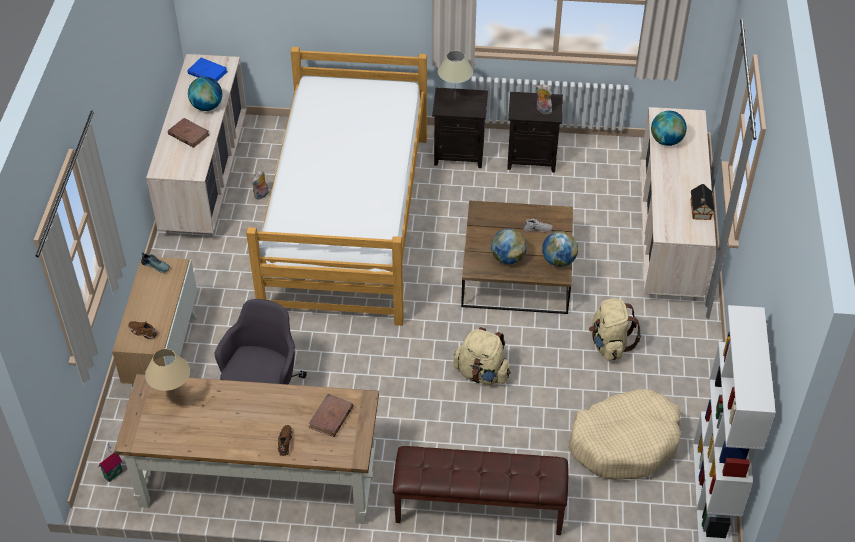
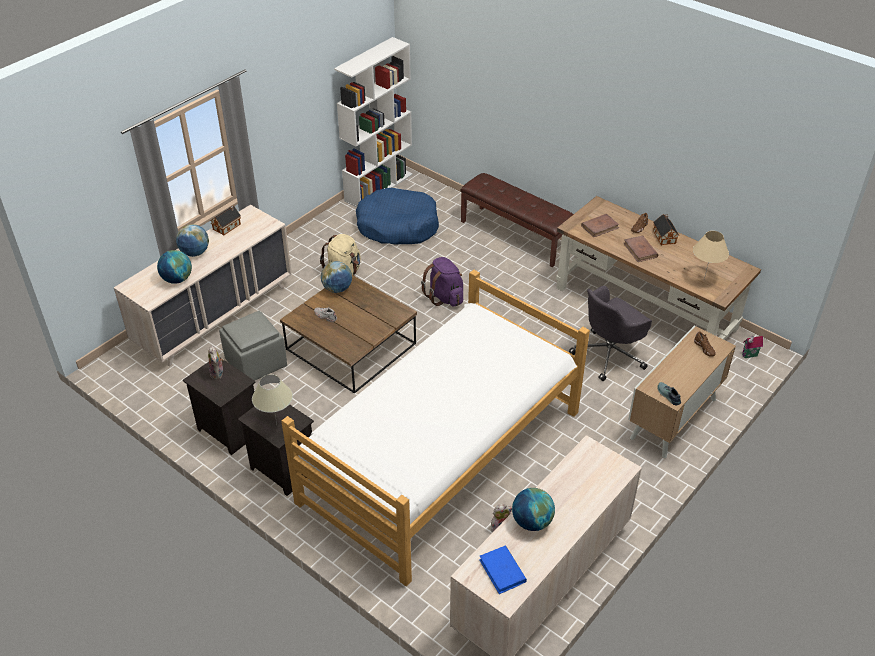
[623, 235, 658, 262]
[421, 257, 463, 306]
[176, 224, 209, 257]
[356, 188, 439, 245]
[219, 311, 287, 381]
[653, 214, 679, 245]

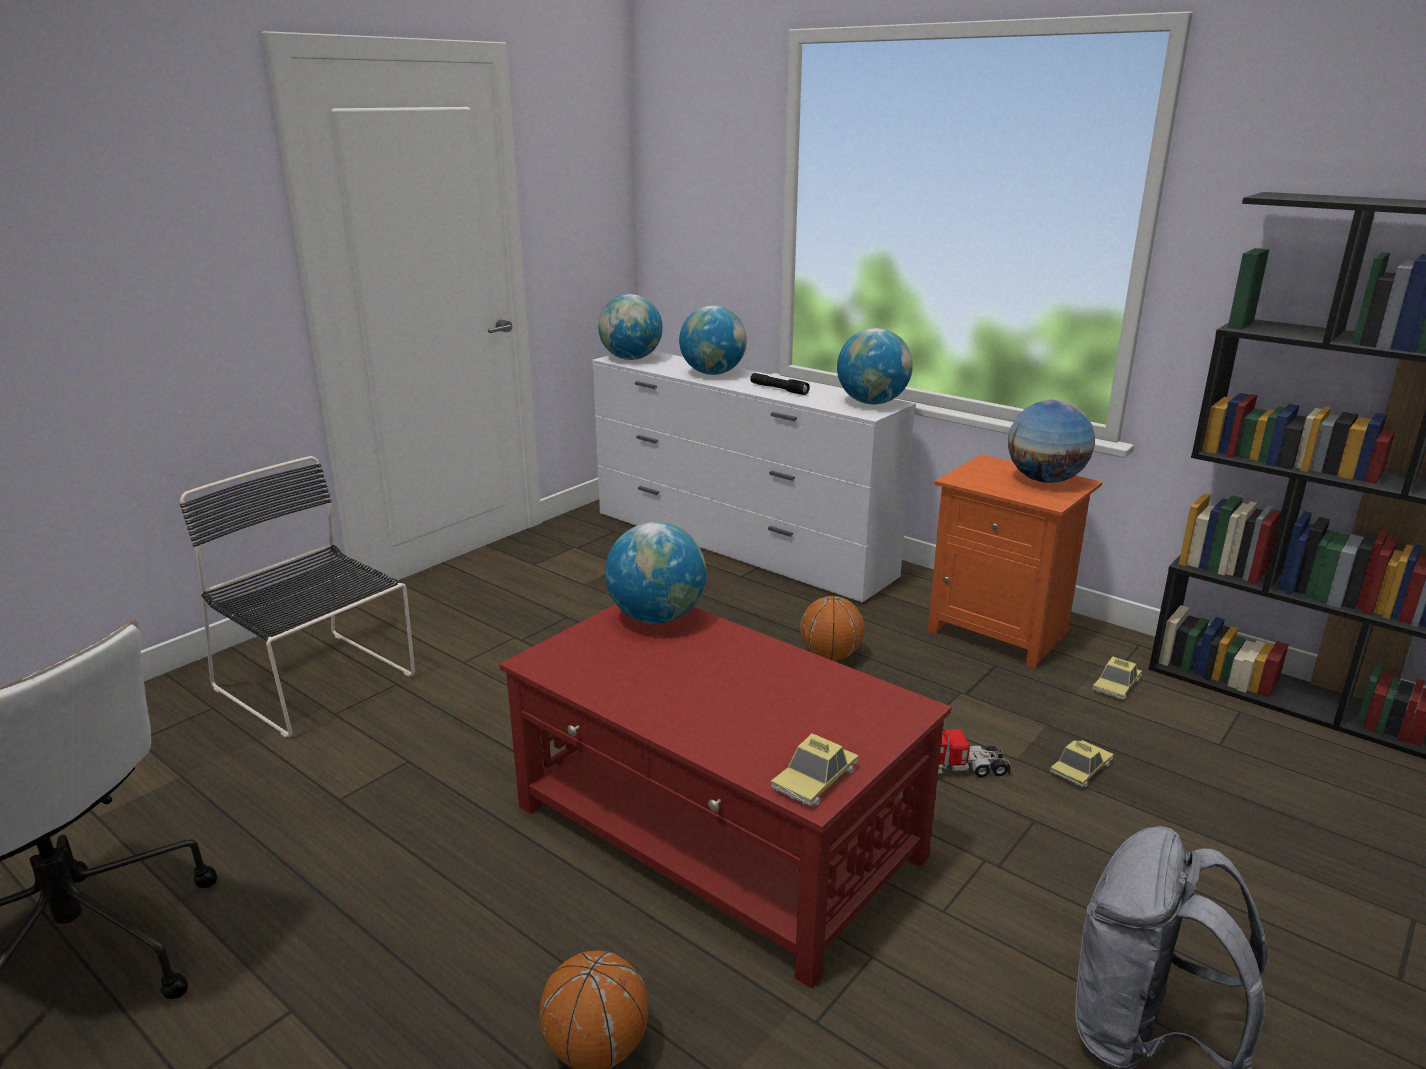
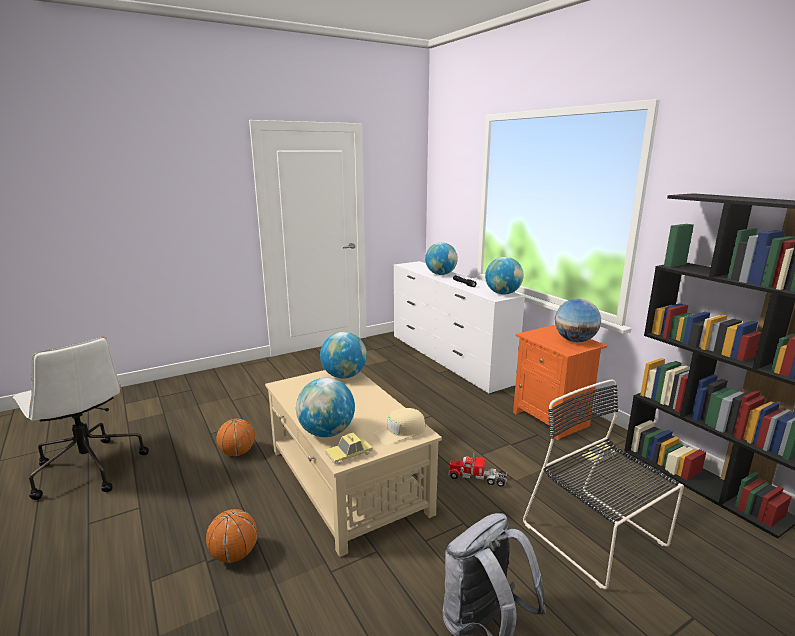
[523, 379, 684, 589]
[265, 370, 442, 557]
[296, 378, 355, 437]
[216, 419, 255, 456]
[1050, 740, 1114, 787] (first image)
[374, 408, 426, 445]

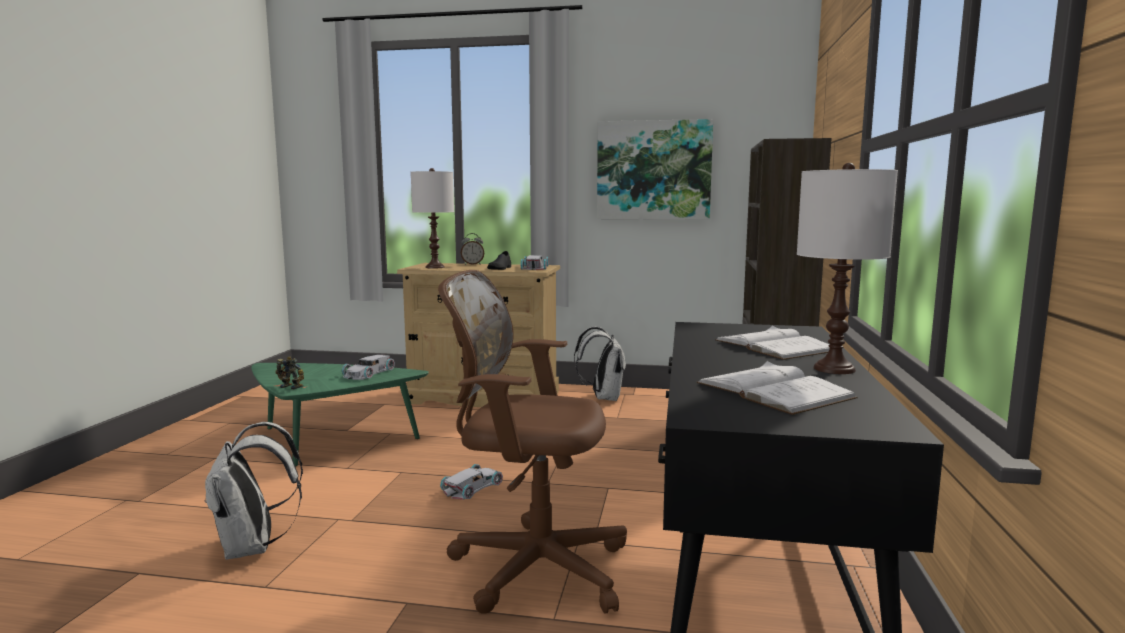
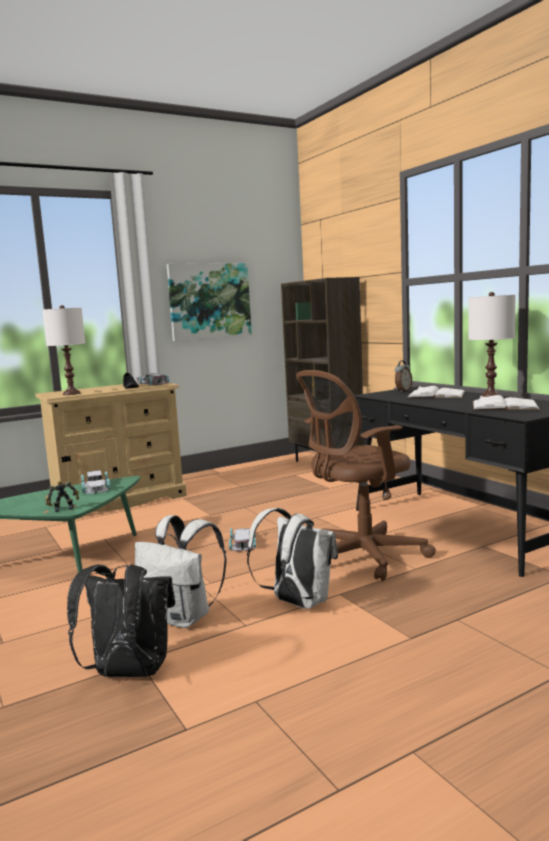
[395, 360, 412, 392]
[247, 508, 338, 609]
[67, 564, 175, 677]

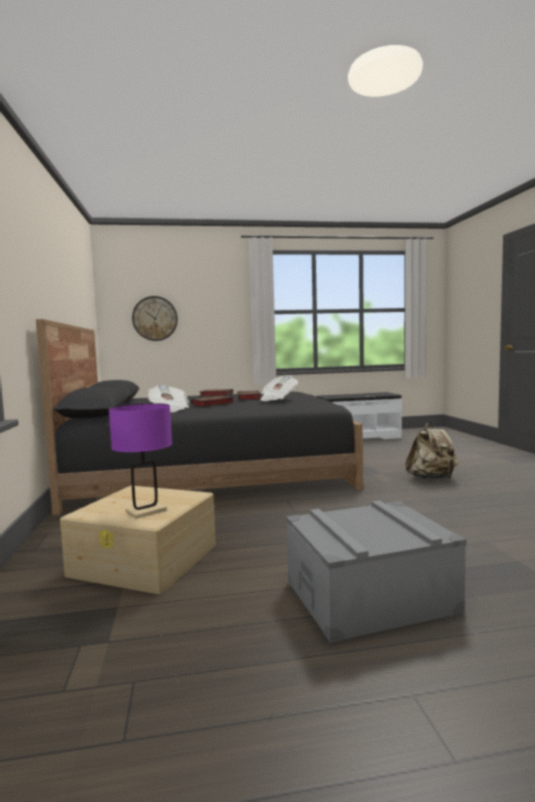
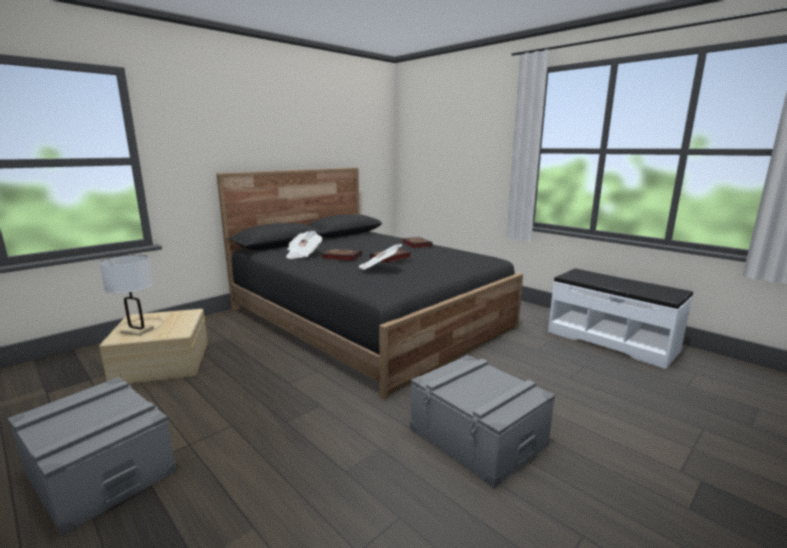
[99, 255, 154, 336]
[132, 296, 178, 341] (first image)
[410, 355, 555, 489]

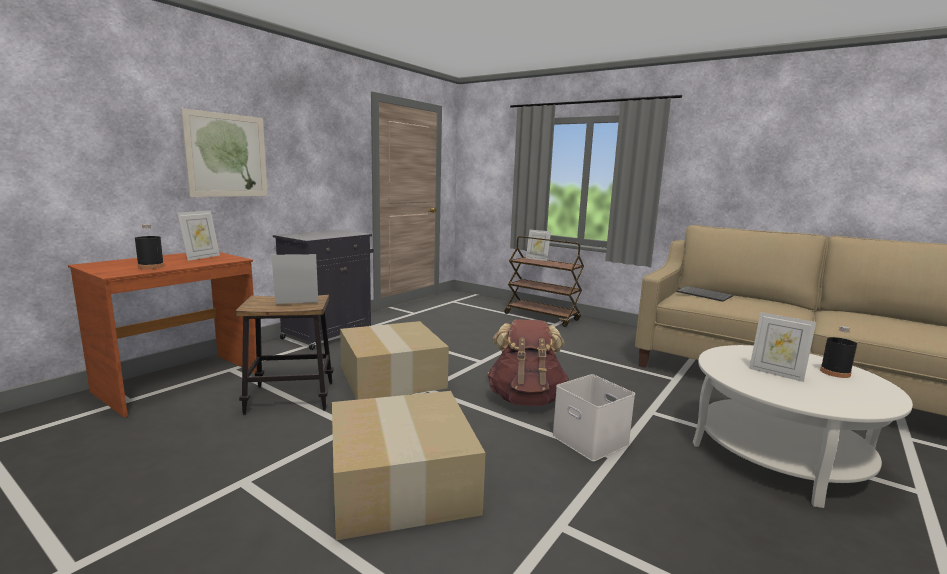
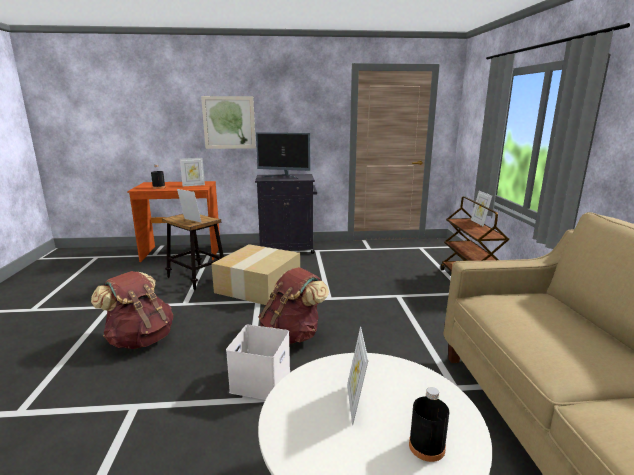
[91, 271, 173, 349]
[676, 286, 733, 302] (first image)
[256, 132, 310, 179]

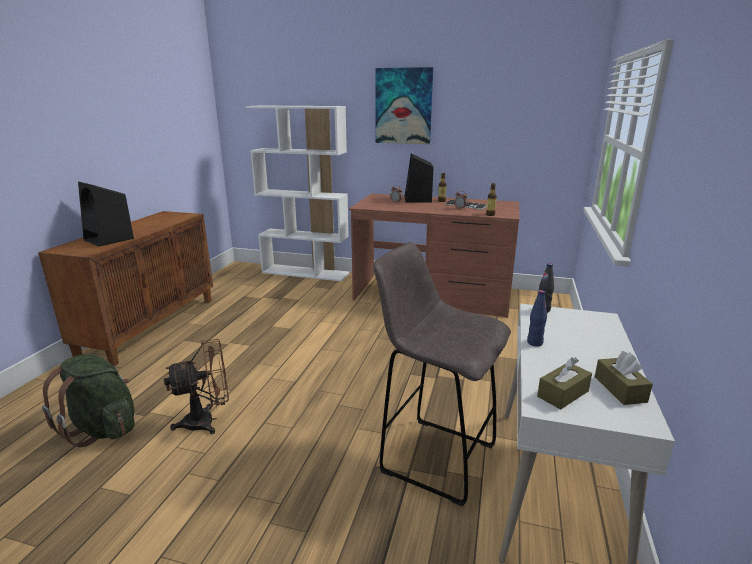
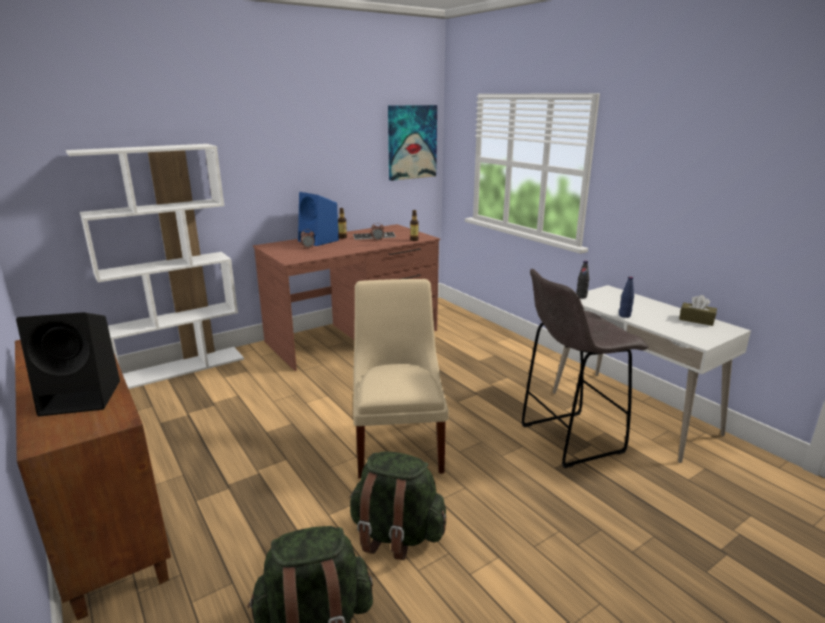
[349, 451, 446, 560]
[388, 105, 437, 181]
[298, 192, 339, 246]
[537, 358, 592, 409] (first image)
[353, 279, 448, 479]

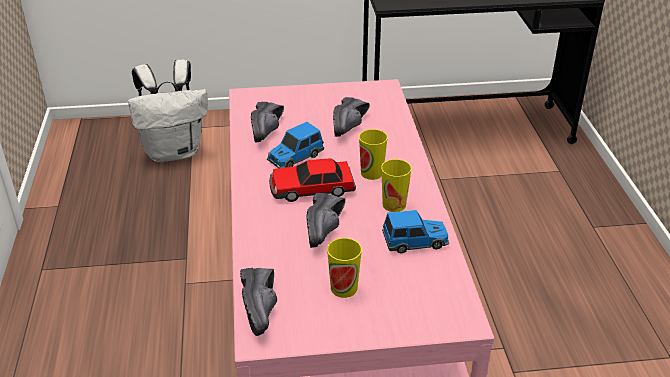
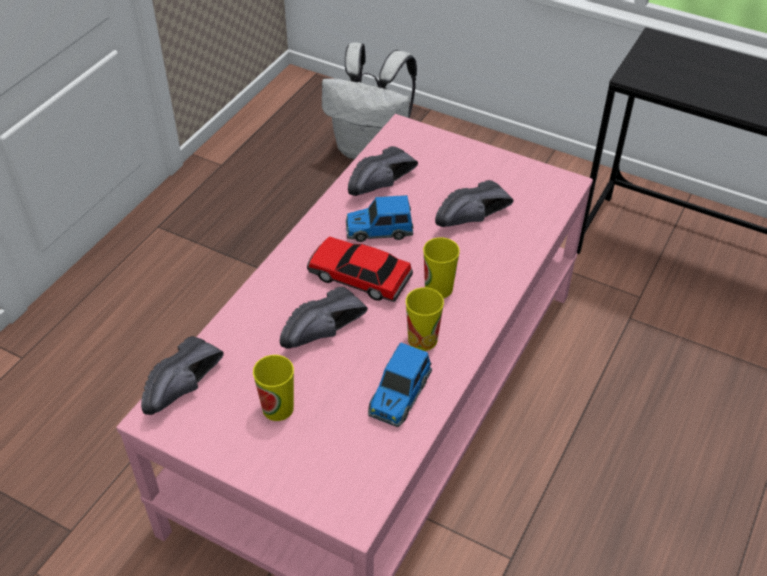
[368, 343, 432, 427]

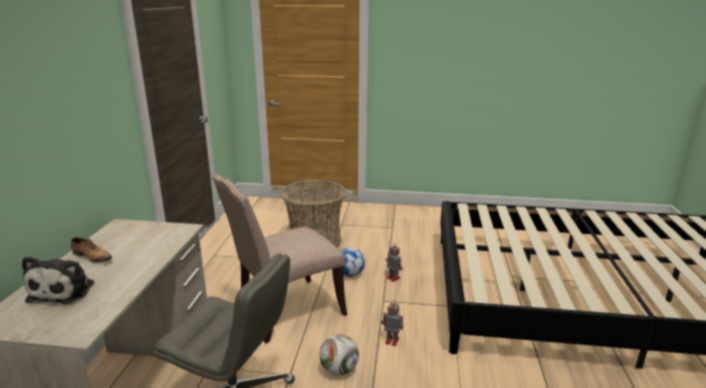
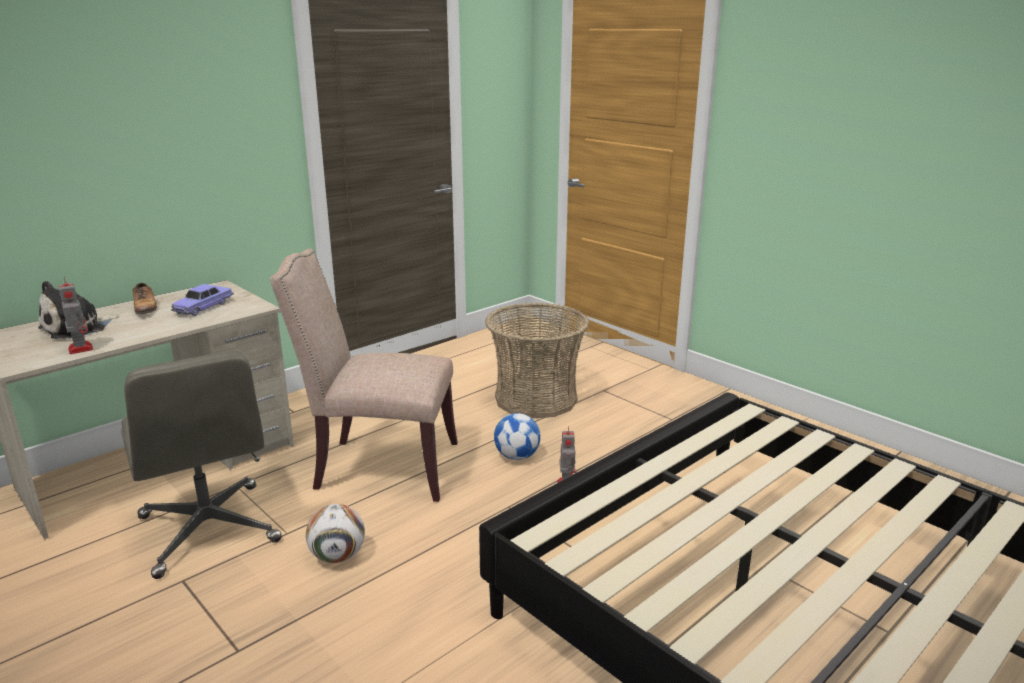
[58, 277, 93, 354]
[171, 284, 234, 316]

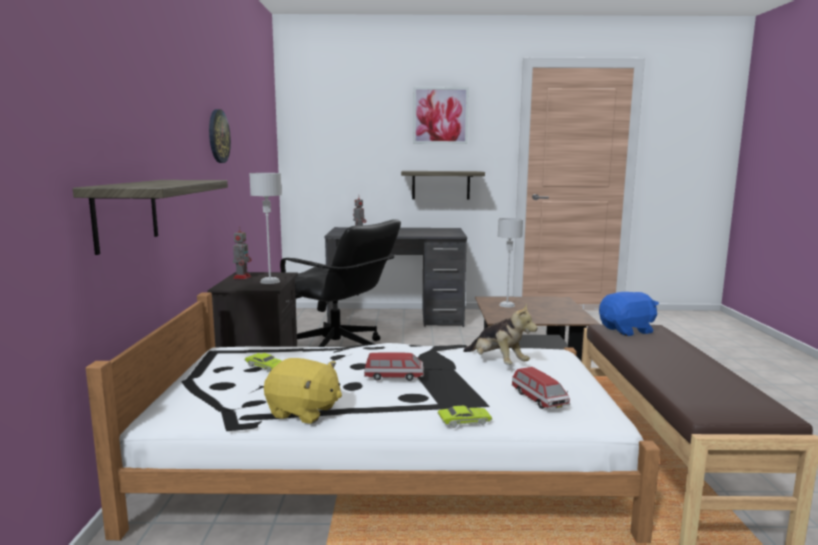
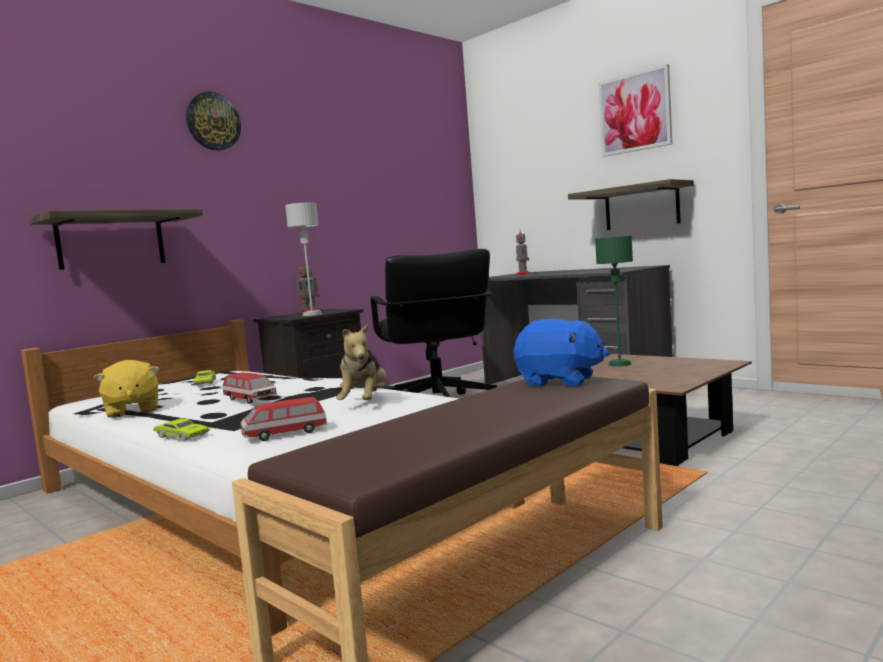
[186, 92, 241, 151]
[595, 236, 633, 367]
[241, 397, 327, 441]

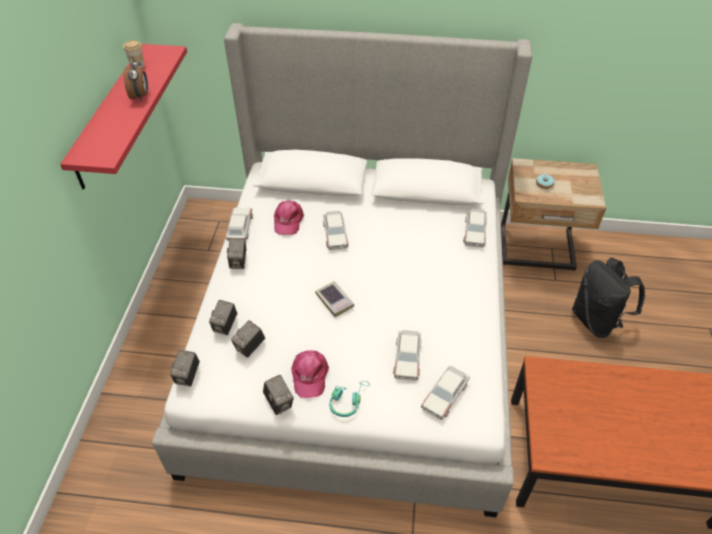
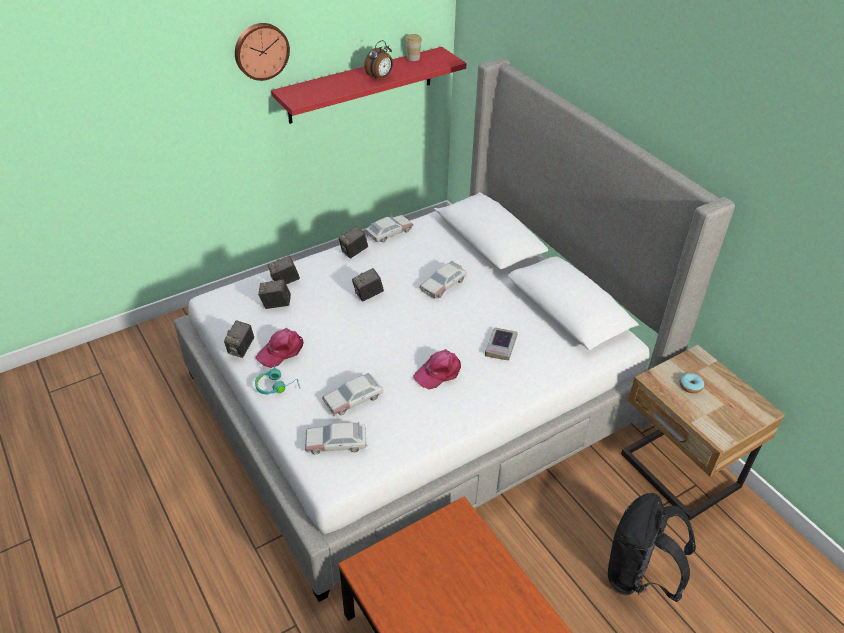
[352, 268, 384, 302]
[413, 349, 461, 389]
[485, 327, 518, 360]
[463, 208, 487, 248] (first image)
[235, 23, 290, 81]

